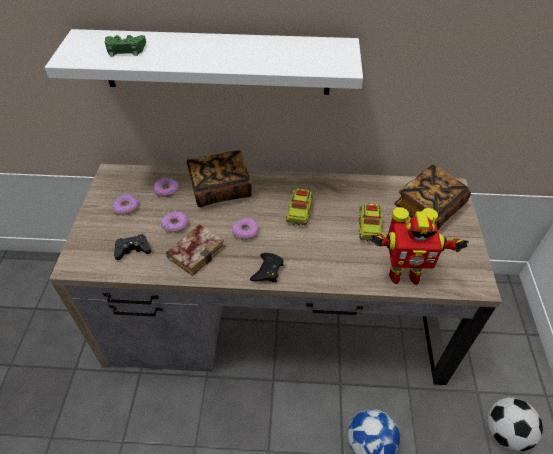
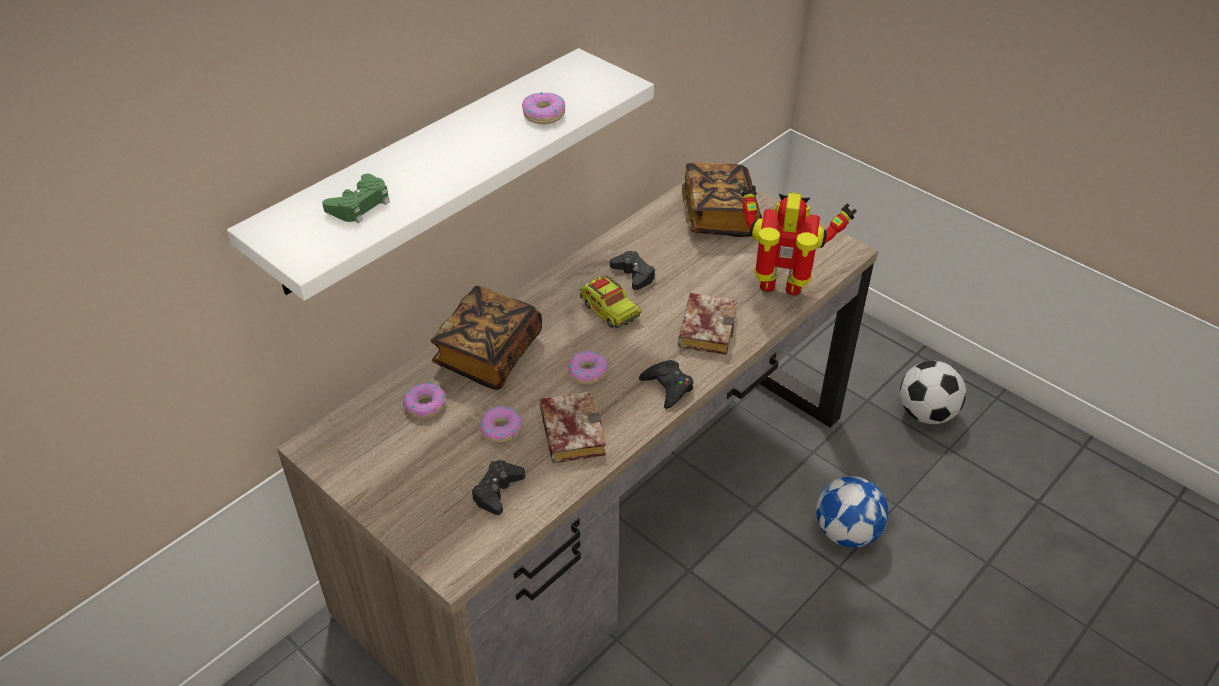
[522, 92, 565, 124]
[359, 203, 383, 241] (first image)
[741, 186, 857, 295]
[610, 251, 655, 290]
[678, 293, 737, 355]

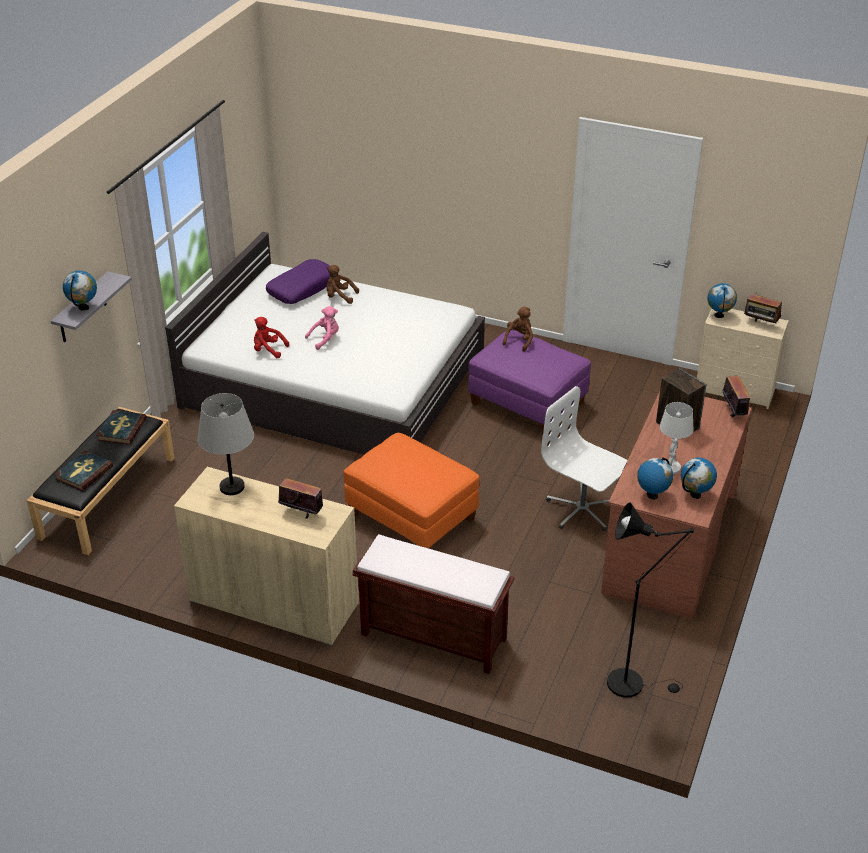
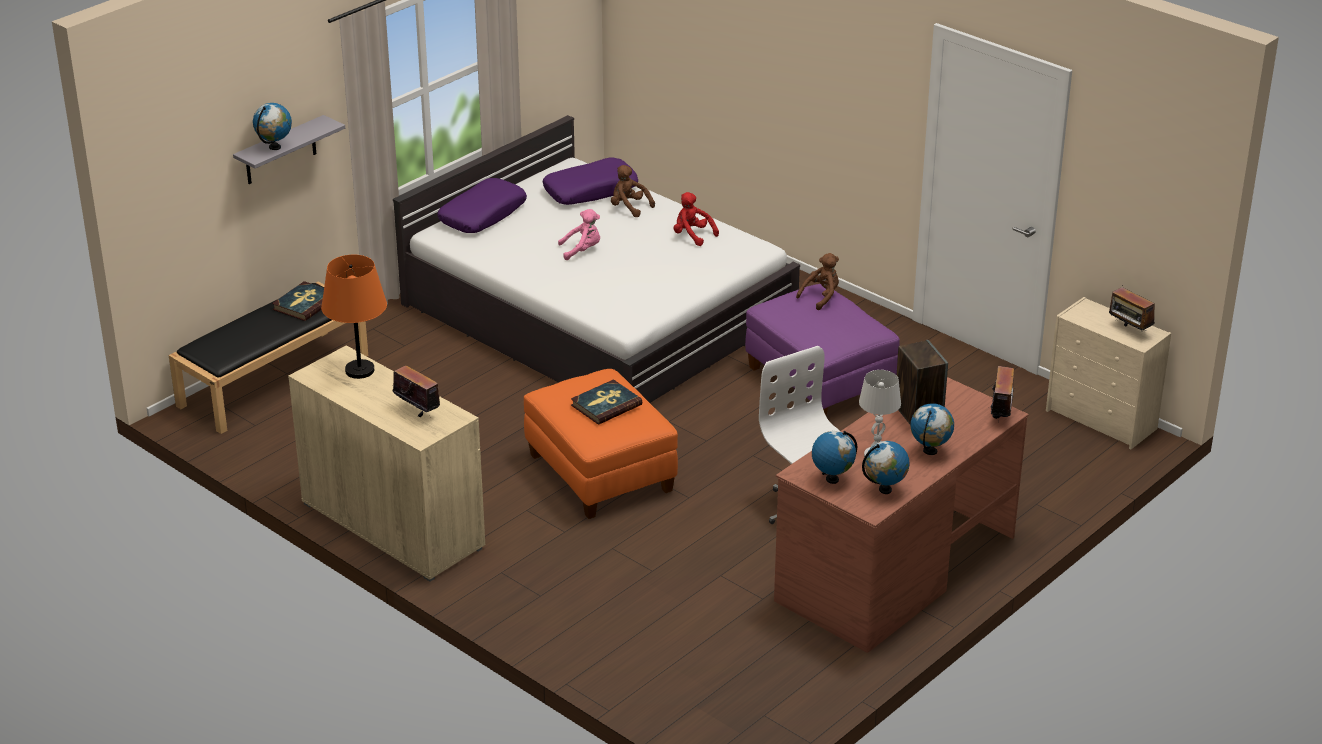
[571, 379, 642, 425]
[321, 255, 387, 379]
[674, 192, 719, 246]
[352, 534, 515, 674] (first image)
[607, 502, 694, 698] (first image)
[911, 403, 954, 455]
[437, 178, 527, 233]

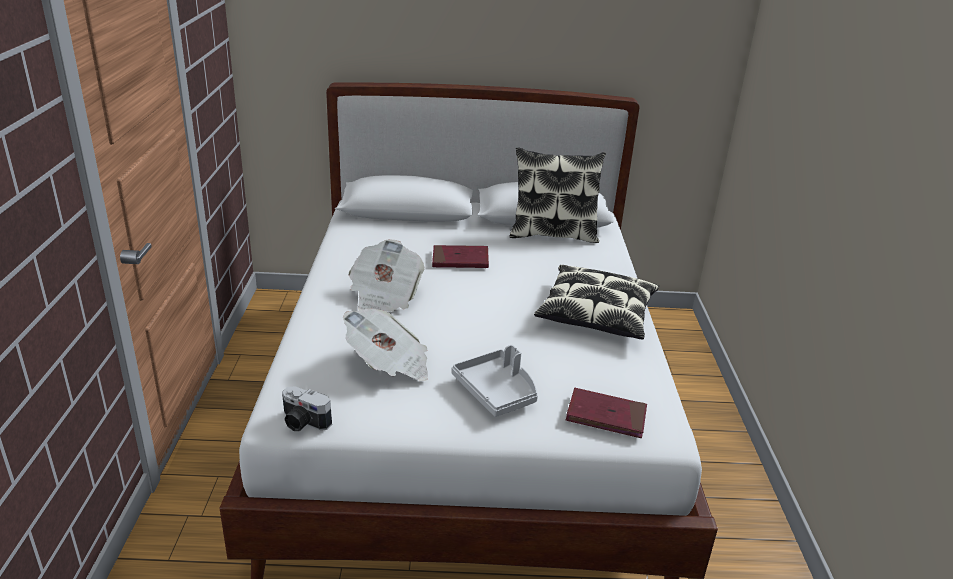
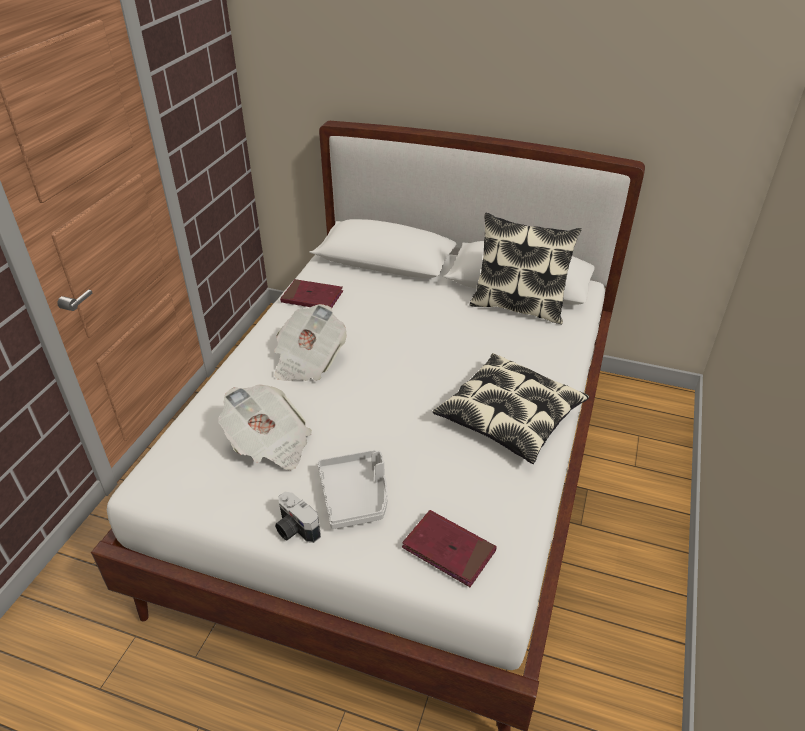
[275, 492, 321, 543]
[280, 279, 343, 308]

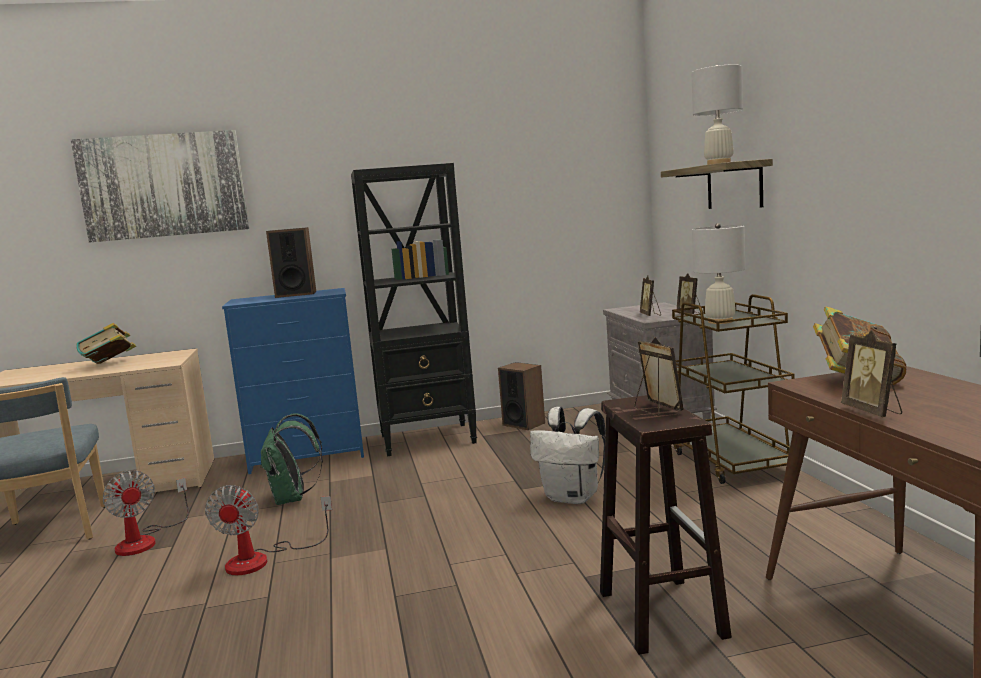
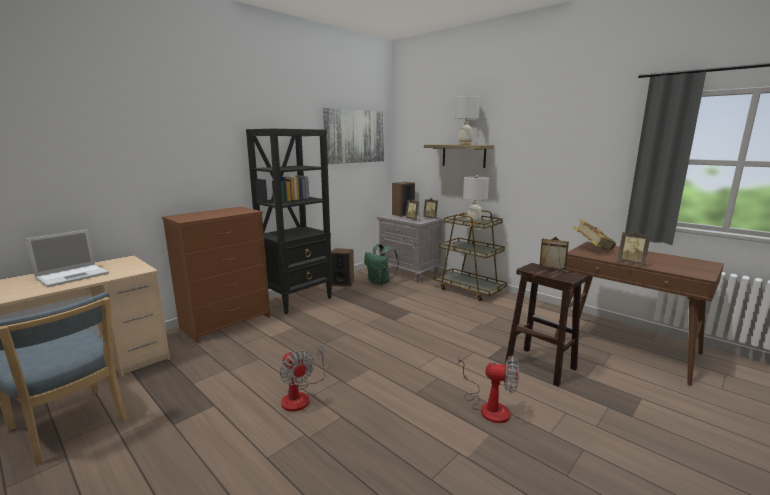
[323, 108, 384, 164]
[26, 230, 109, 287]
[458, 354, 519, 423]
[162, 207, 270, 343]
[364, 244, 399, 285]
[392, 182, 415, 217]
[530, 407, 606, 504] (first image)

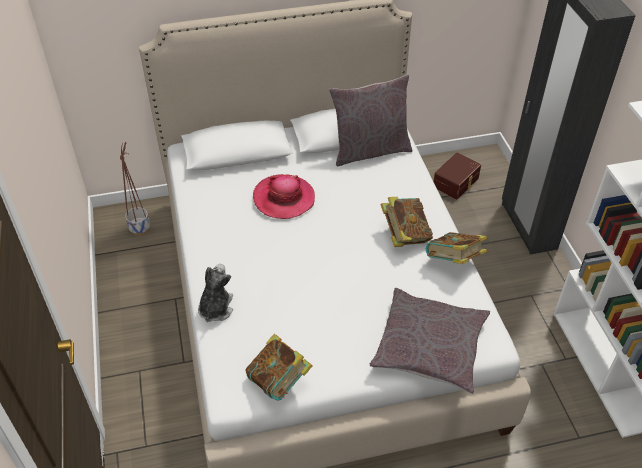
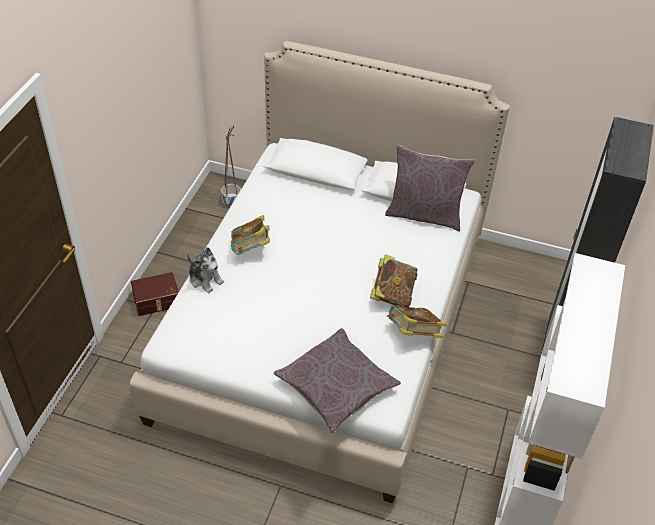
[187, 247, 224, 293]
[231, 215, 270, 255]
[253, 174, 315, 219] (first image)
[131, 272, 179, 316]

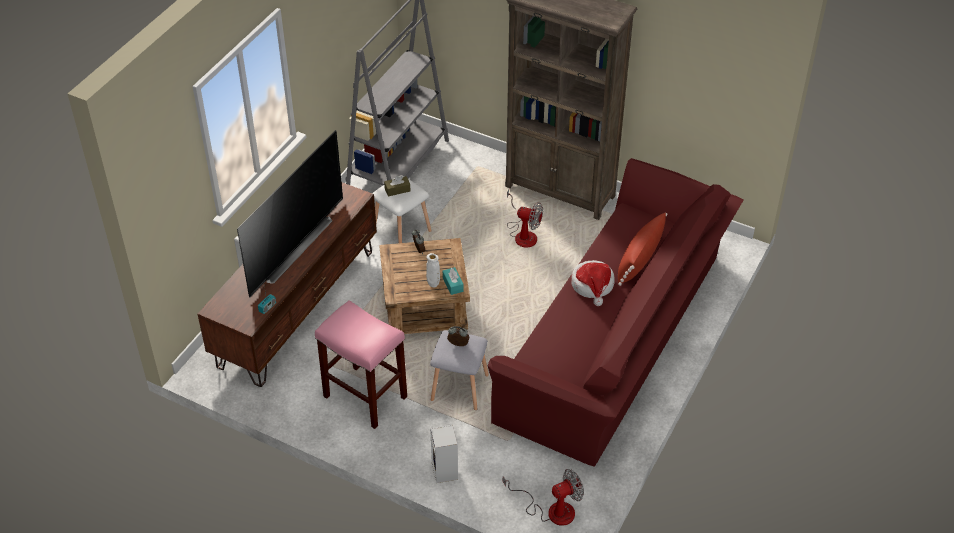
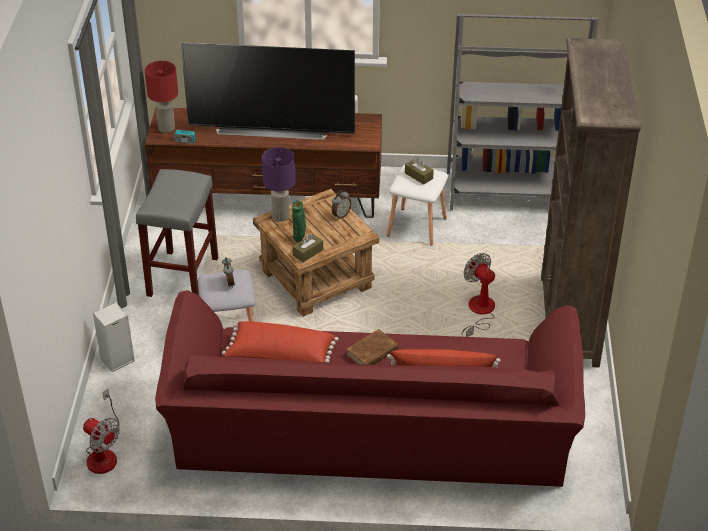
[136, 169, 218, 297]
[292, 201, 306, 243]
[293, 234, 323, 262]
[462, 253, 495, 337]
[346, 329, 399, 365]
[145, 61, 178, 133]
[222, 321, 339, 362]
[262, 147, 296, 222]

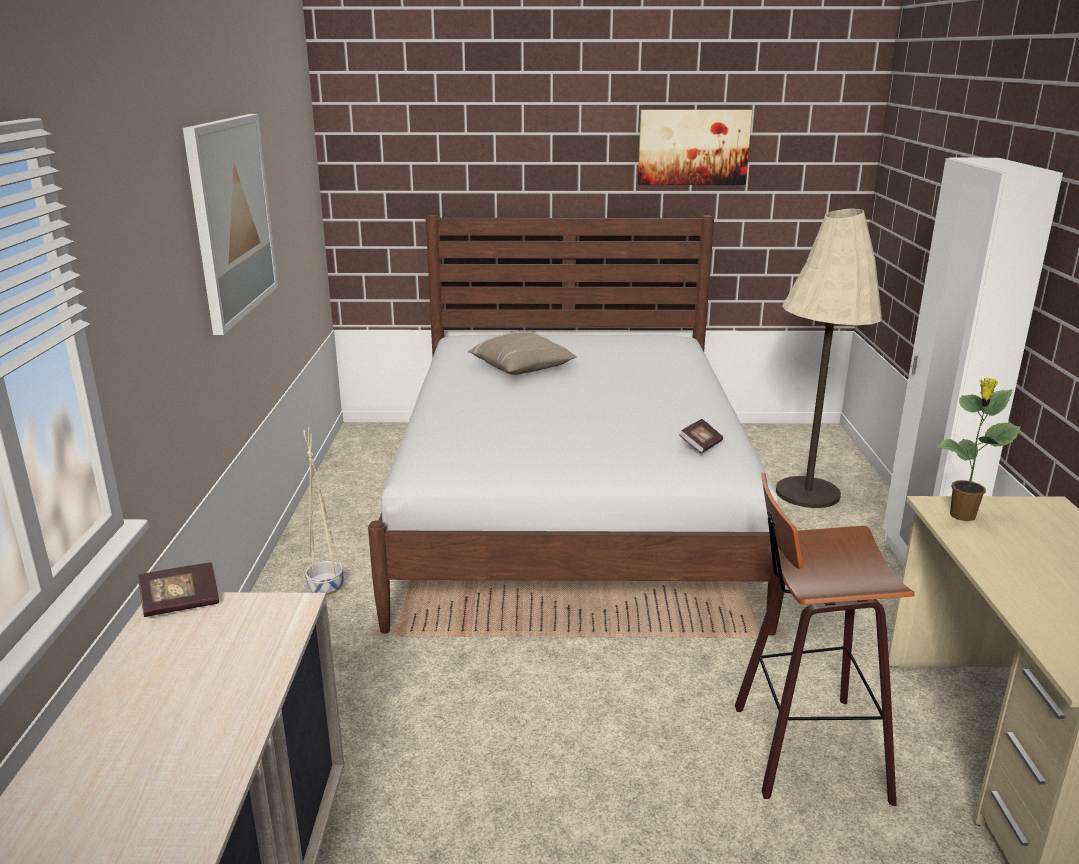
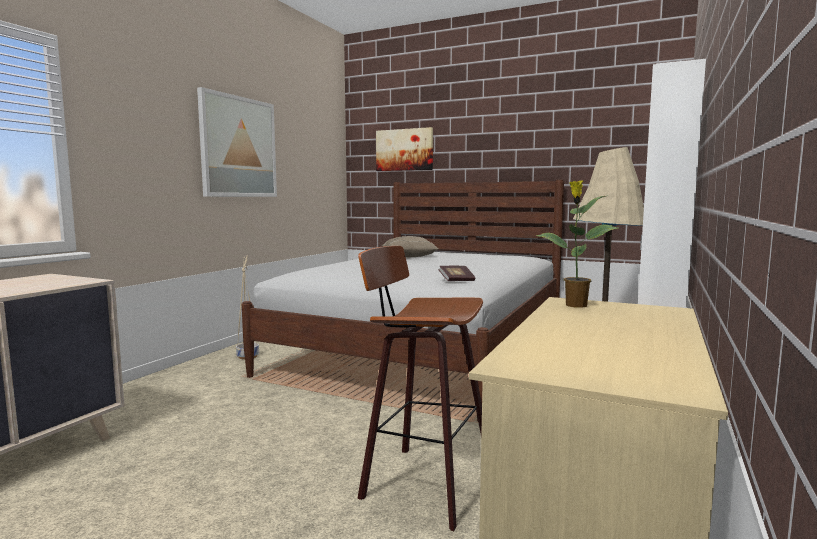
[138, 562, 219, 617] (first image)
[376, 127, 433, 171]

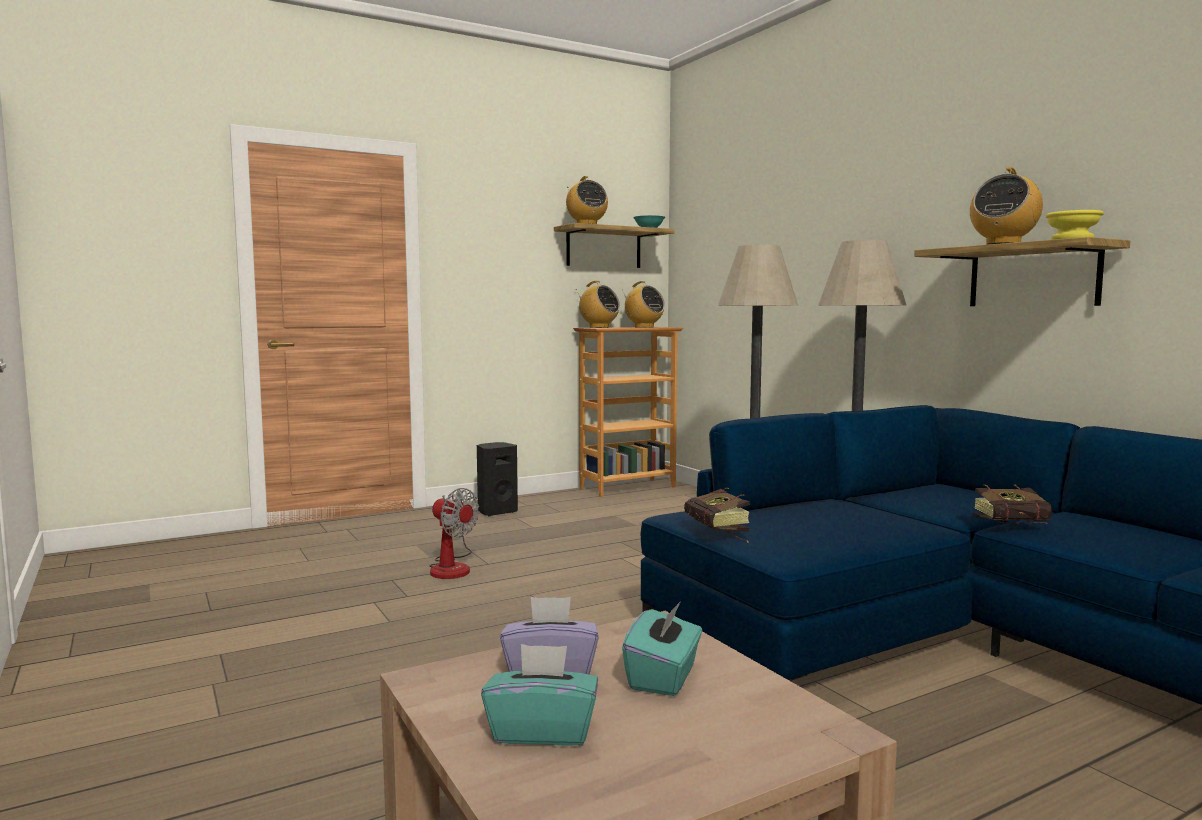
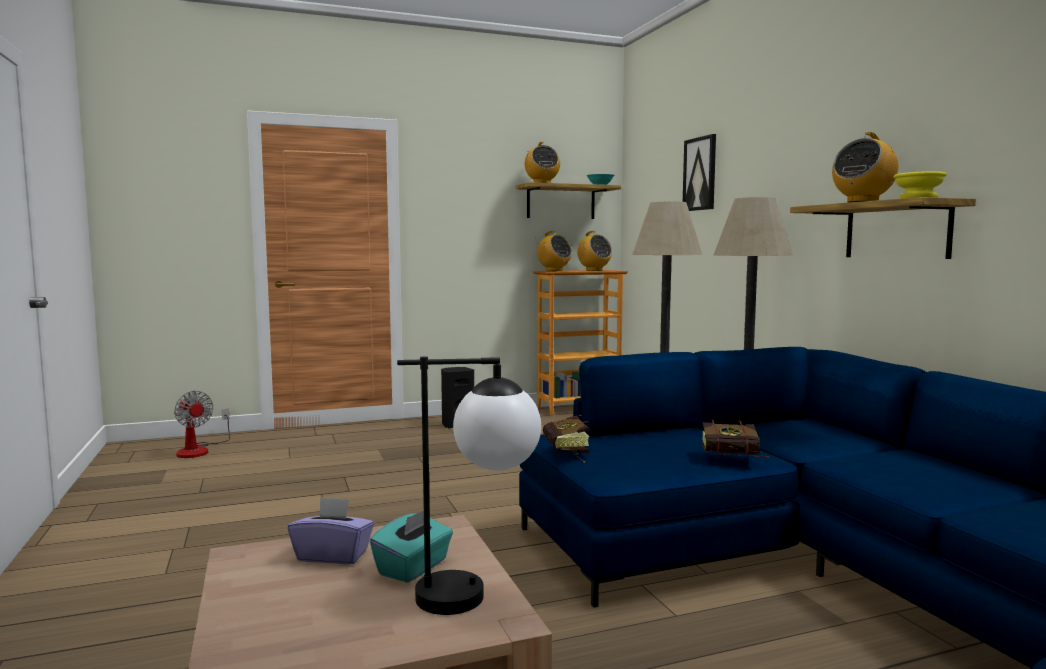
[174, 391, 230, 458]
[481, 644, 598, 746] (first image)
[702, 420, 768, 457]
[397, 356, 541, 615]
[683, 134, 716, 211]

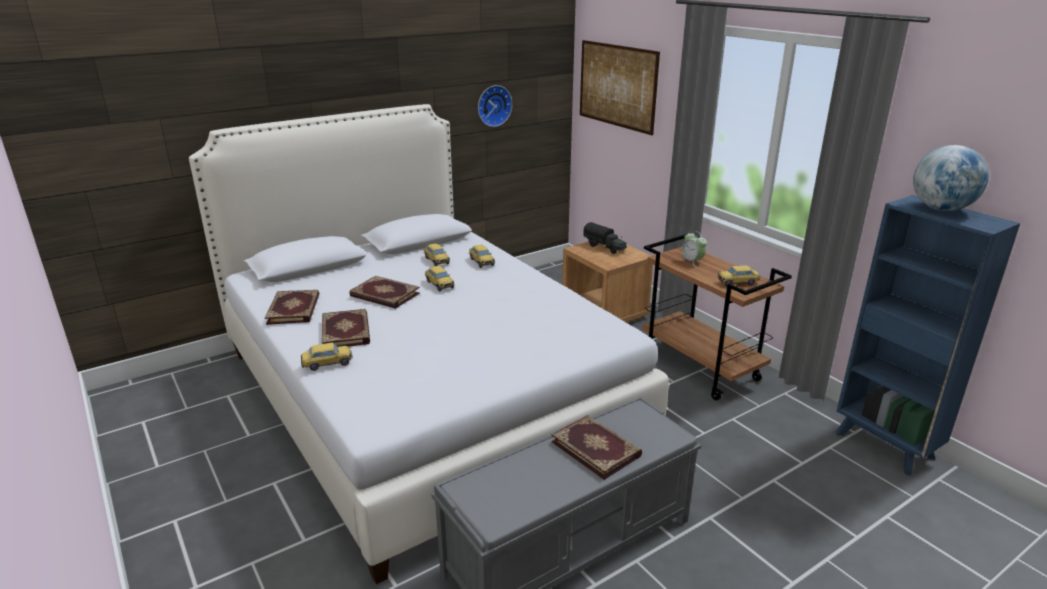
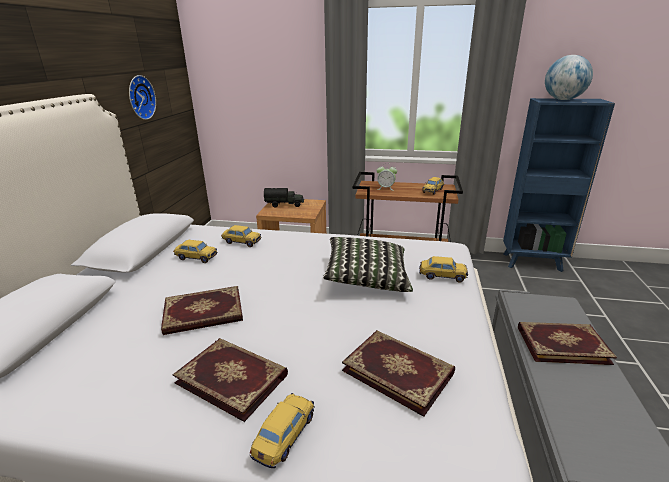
[342, 330, 455, 417]
[419, 256, 468, 283]
[580, 40, 660, 135] (first image)
[323, 237, 413, 292]

